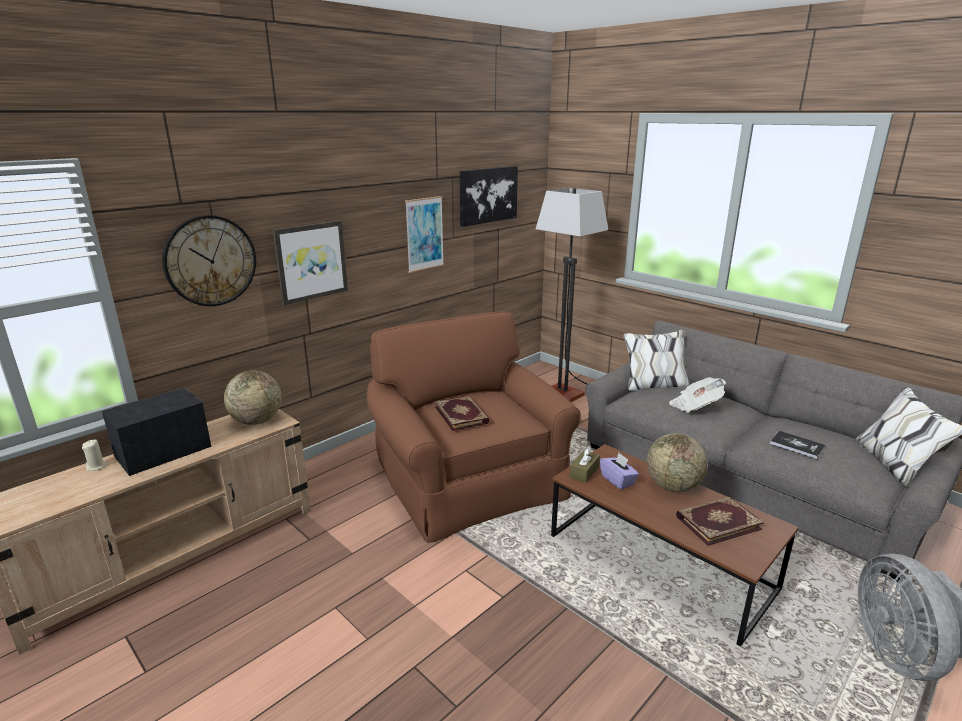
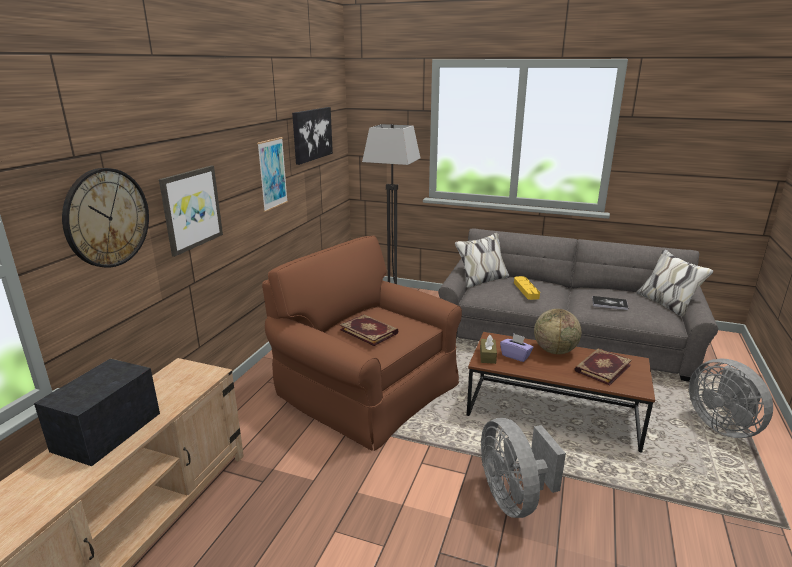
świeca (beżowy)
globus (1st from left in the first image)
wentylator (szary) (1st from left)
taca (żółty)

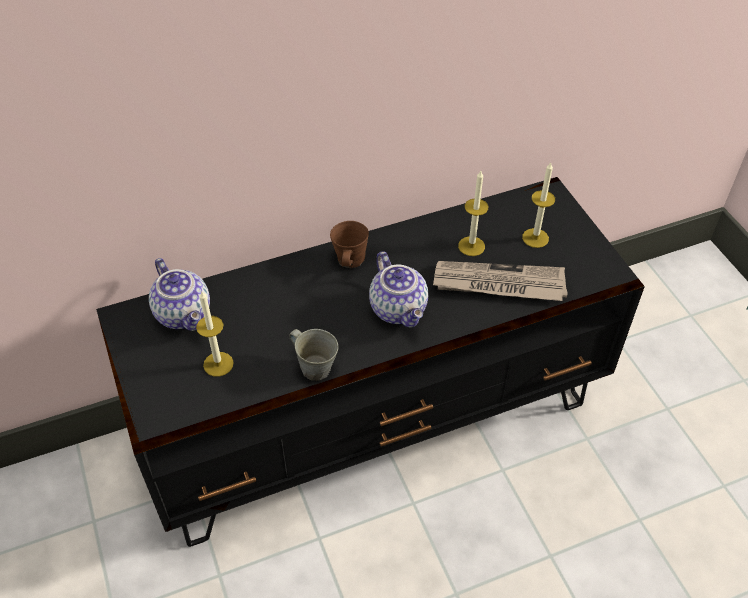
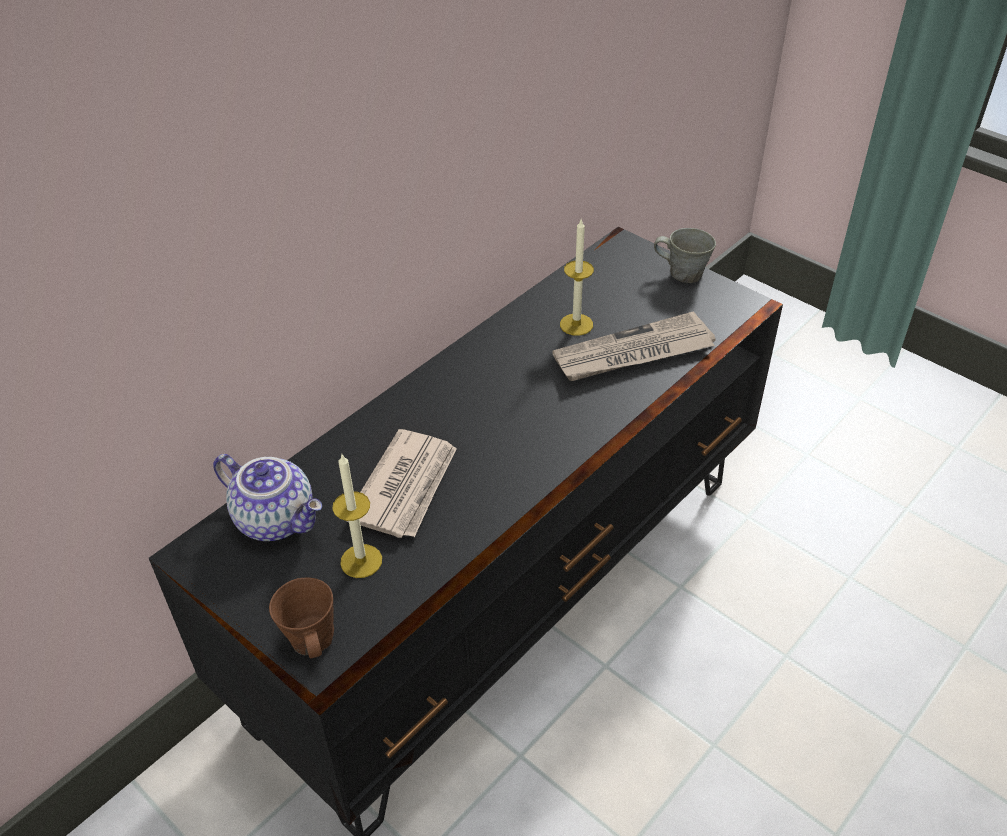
imbryk (2nd from left in the first image)
świeca (3rd from left in the first image)
gazeta (1st from left)
kubek (szary)
kubek (brązowy)

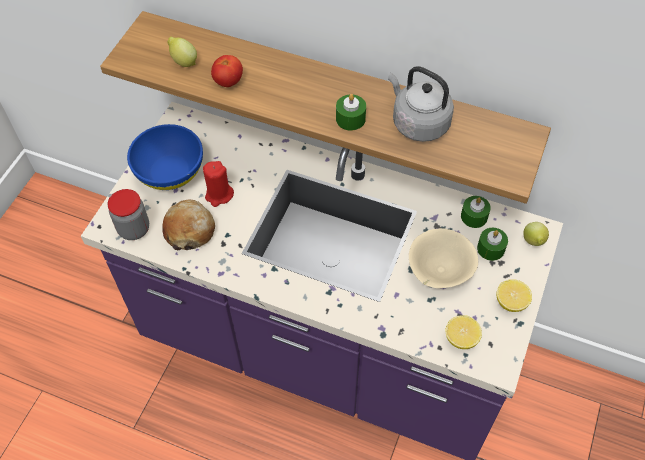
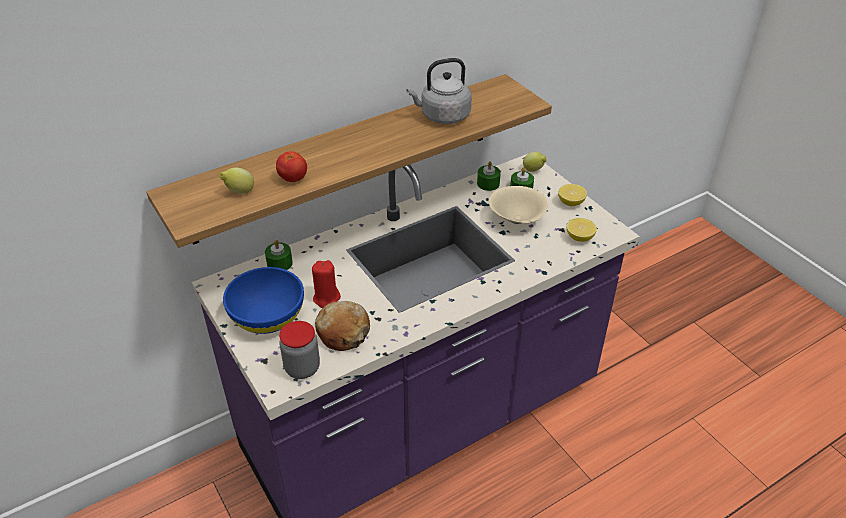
świeca (zielony) (1st from left)

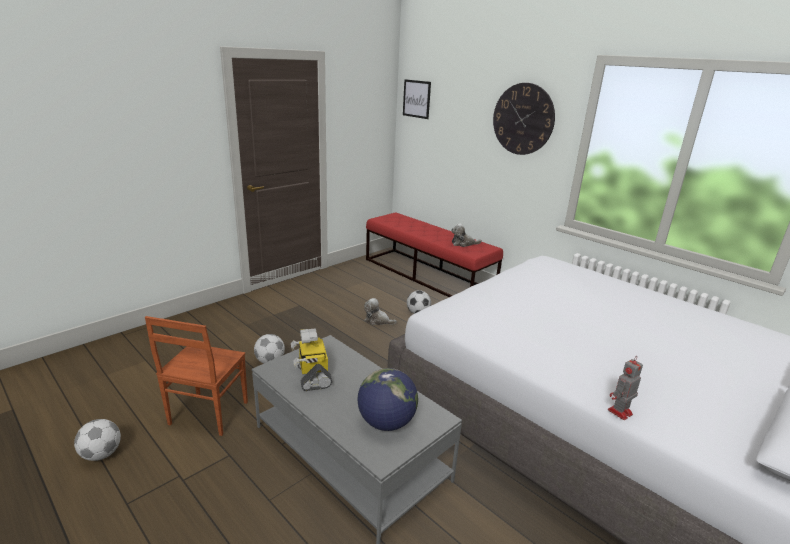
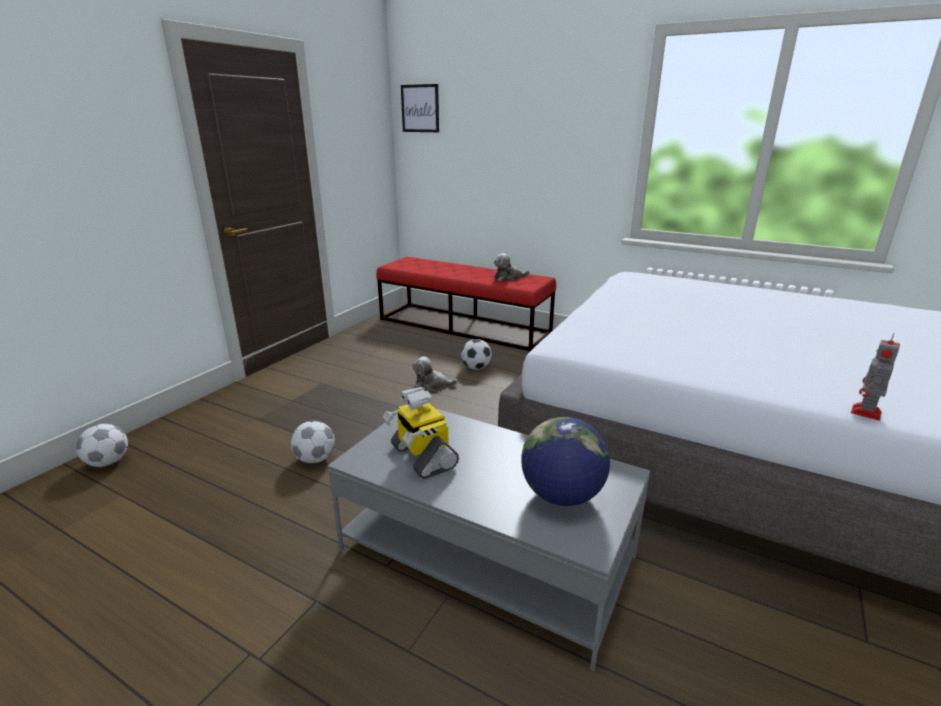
krzesło (brązowy)
zegar ścienny
piłka futbolowa (1st from left)

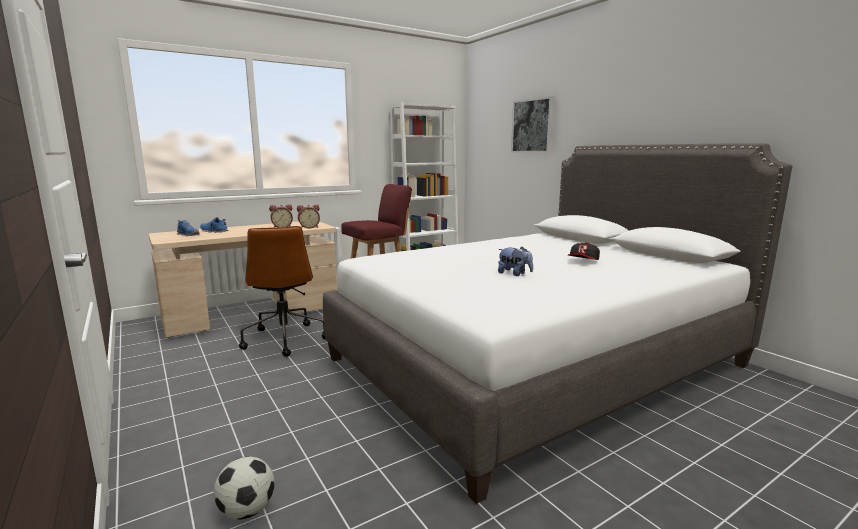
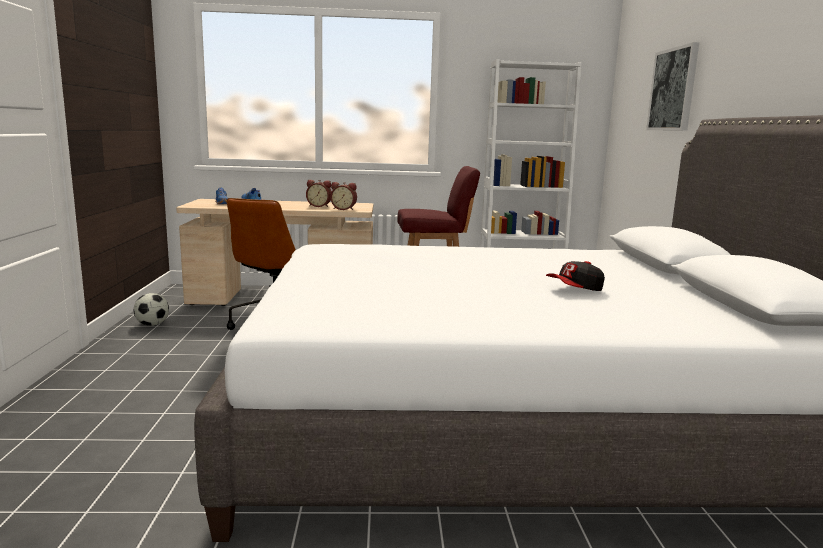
pluszak
piłka futbolowa

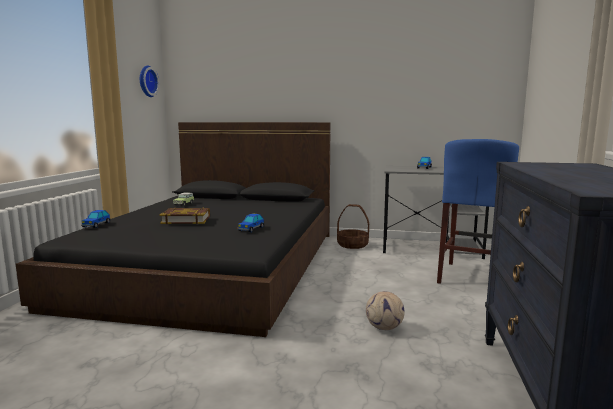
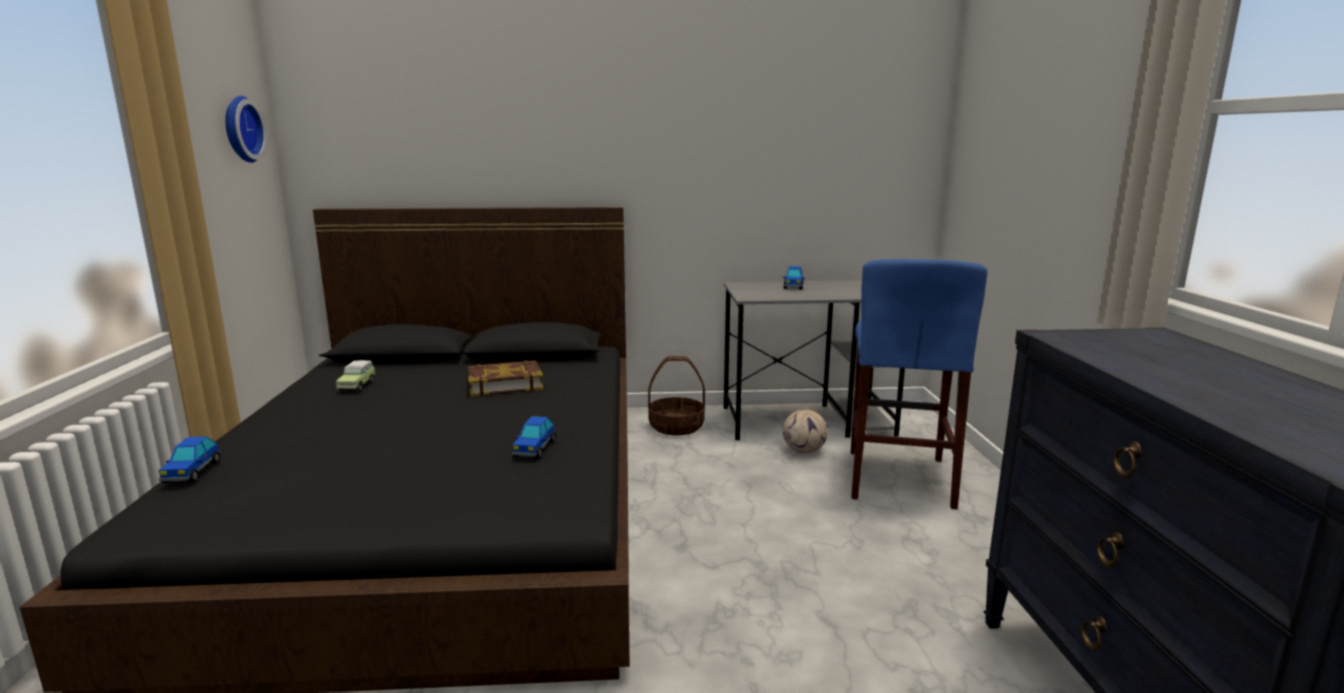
książka
piłka futbolowa

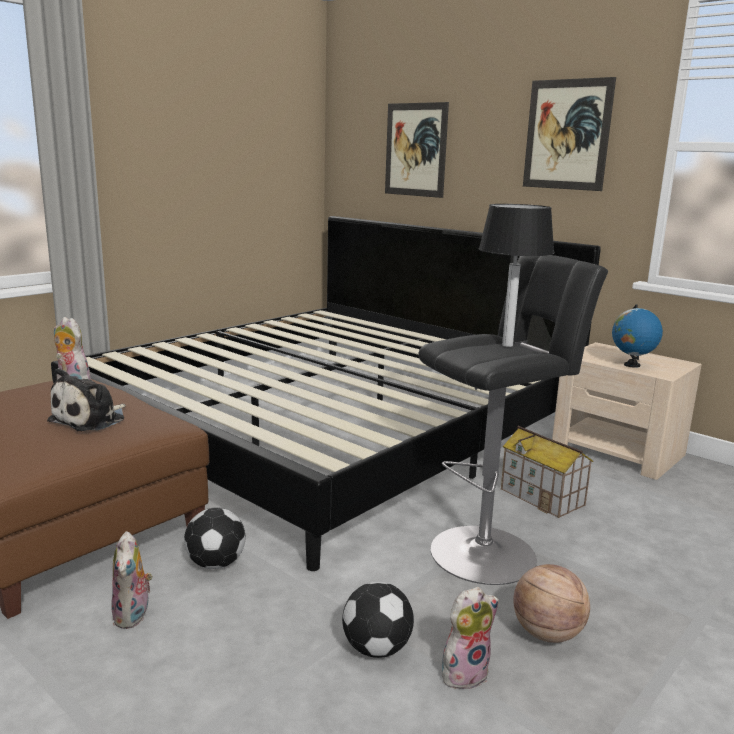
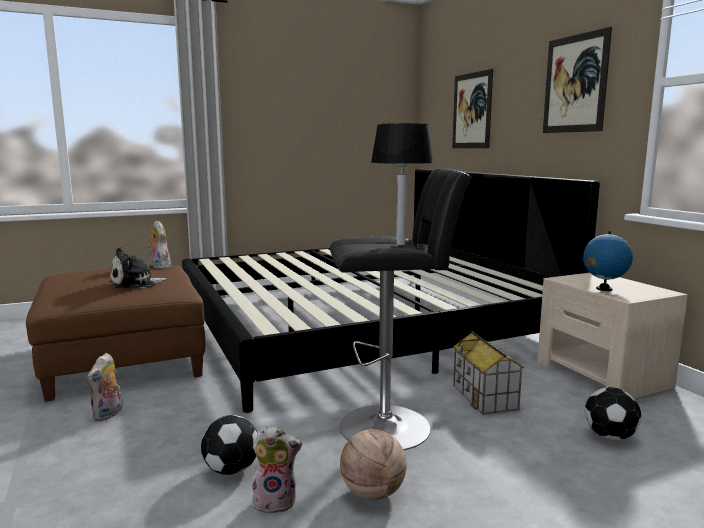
piłka futbolowa (2nd from left)

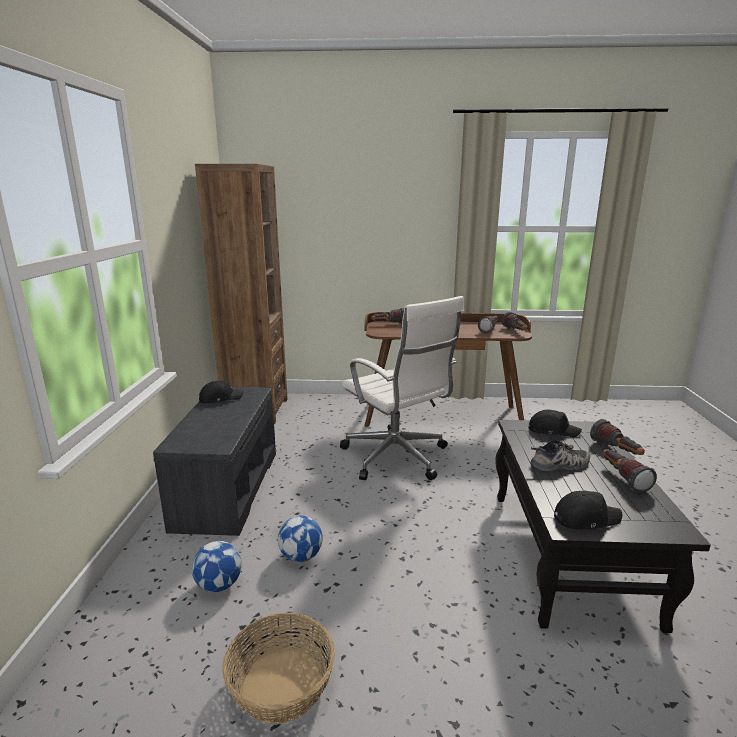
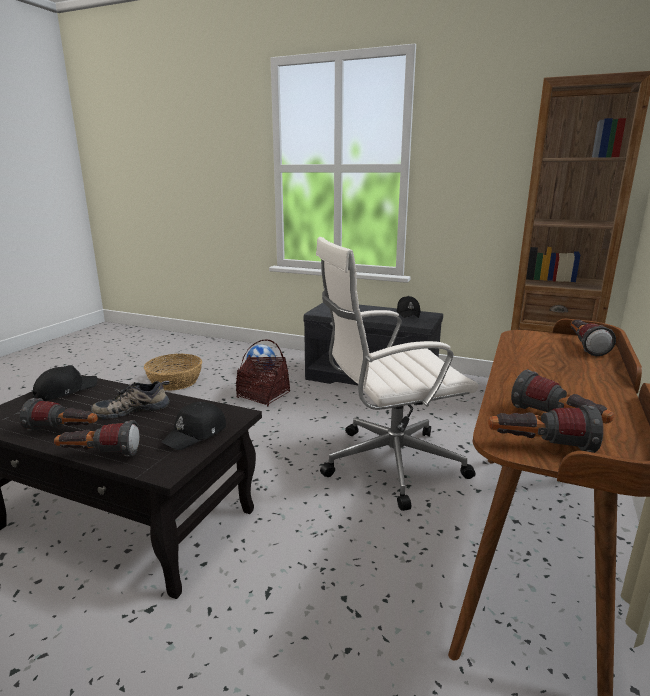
koszyk (2nd from left)
but
czapka z daszkiem (czarny) (1st from left)

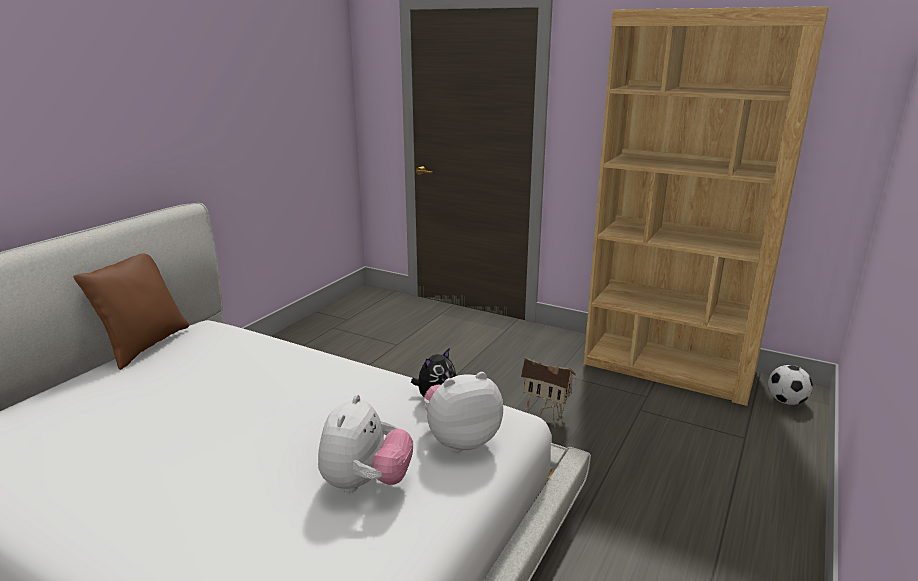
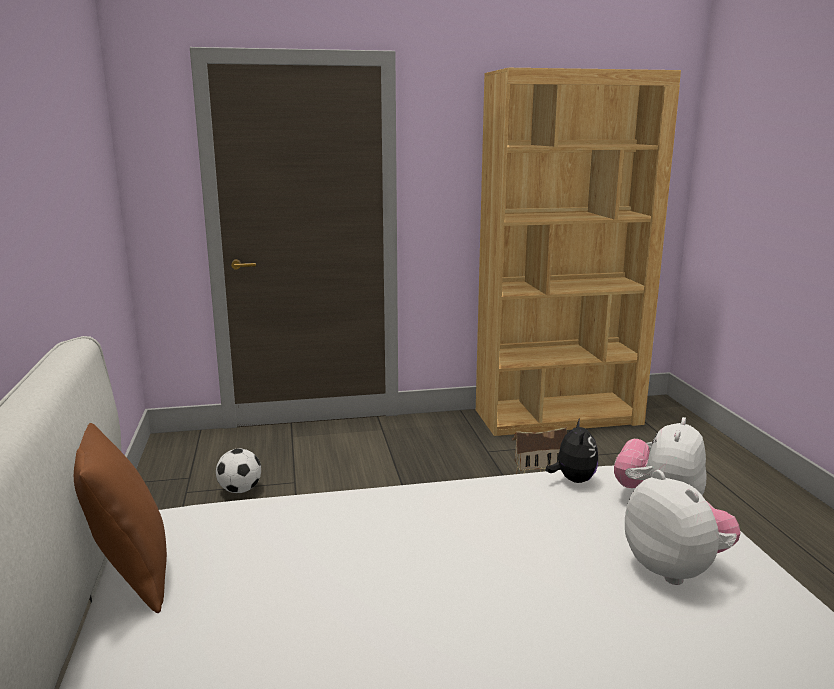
piłka futbolowa

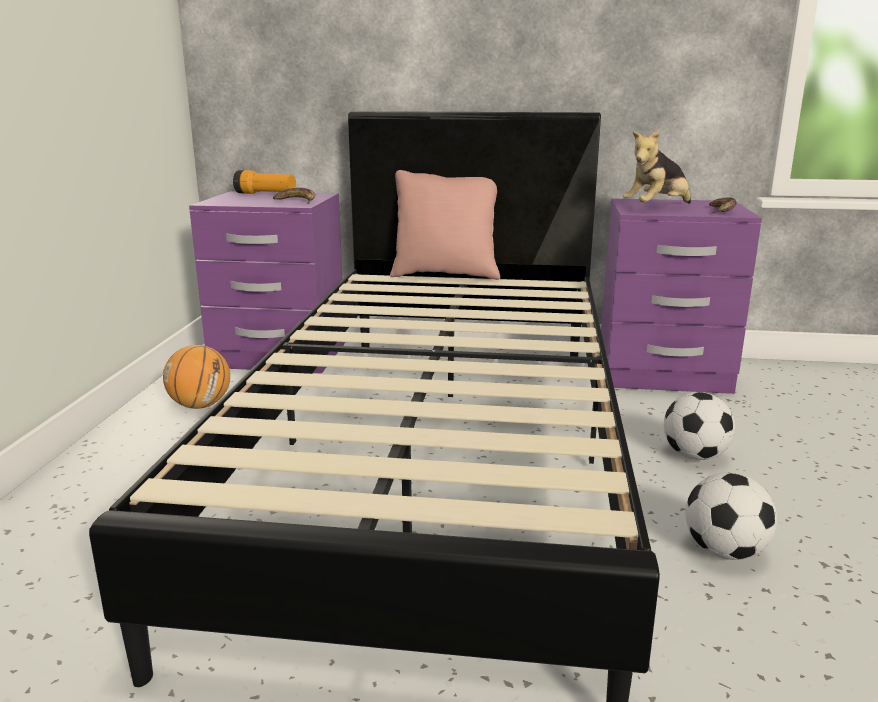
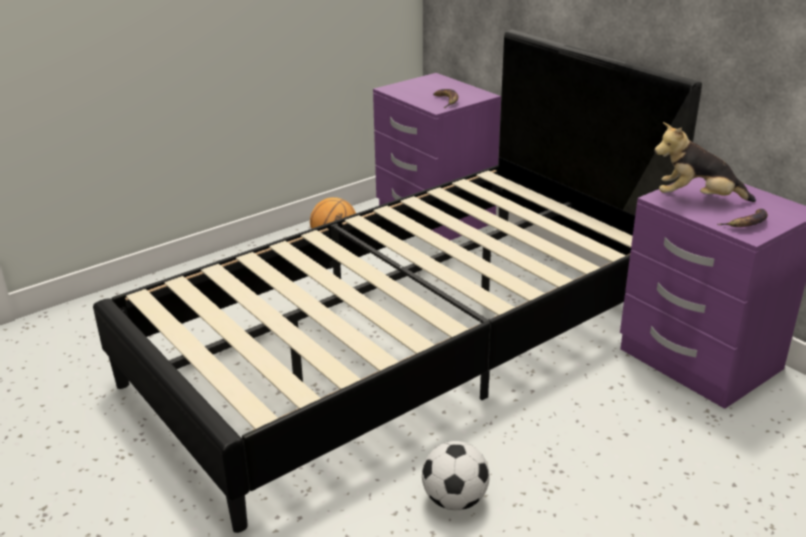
latarka
poduszka (różowy)
piłka futbolowa (1st from left in the first image)

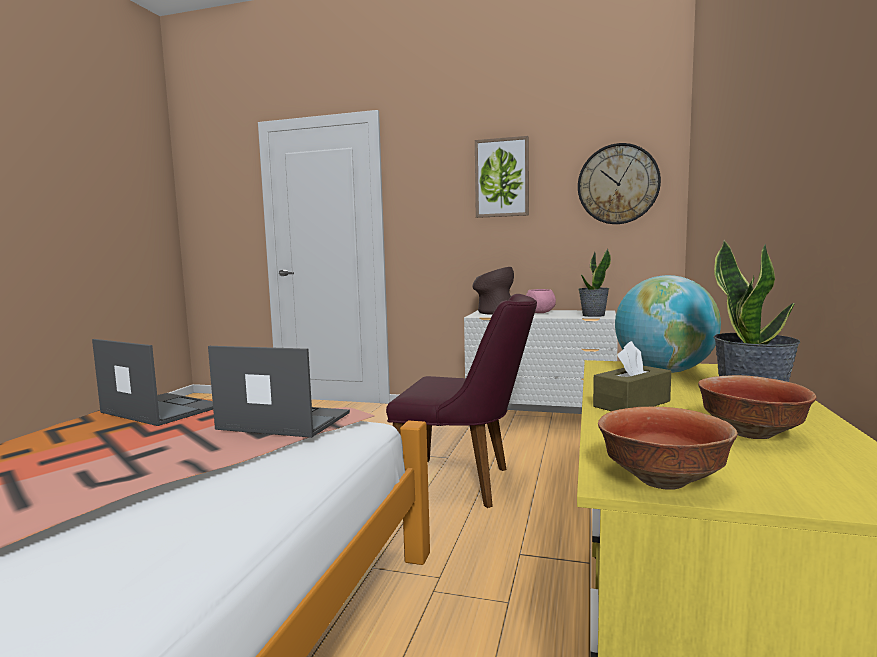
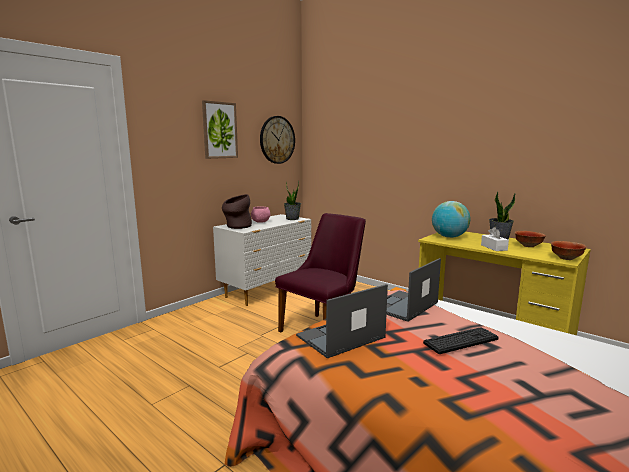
klawiatura
pudełko chusteczek (biały)

